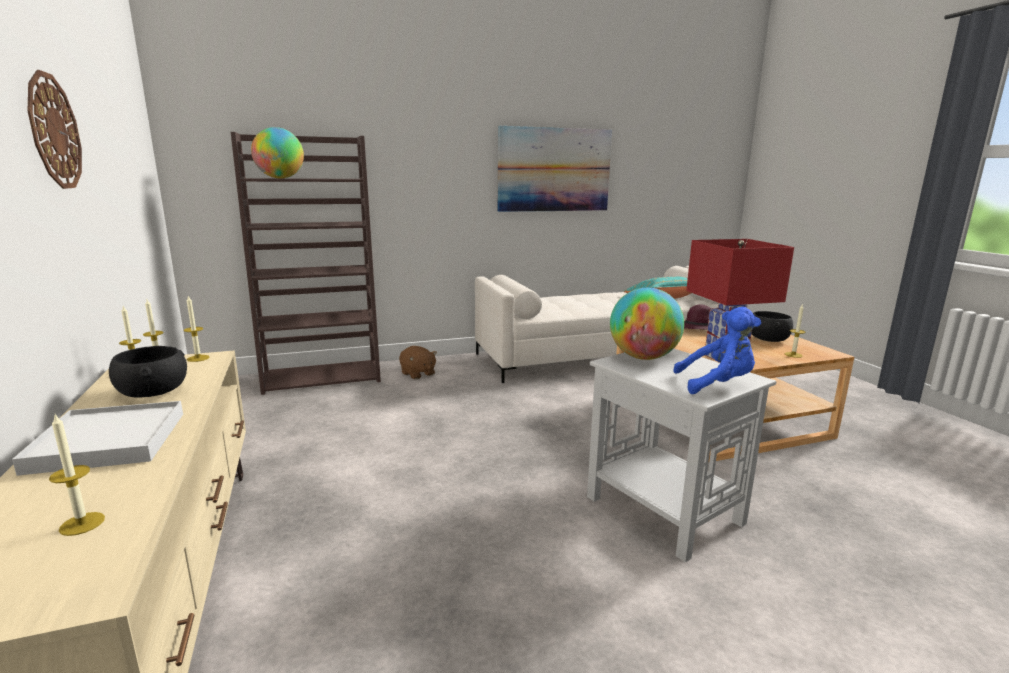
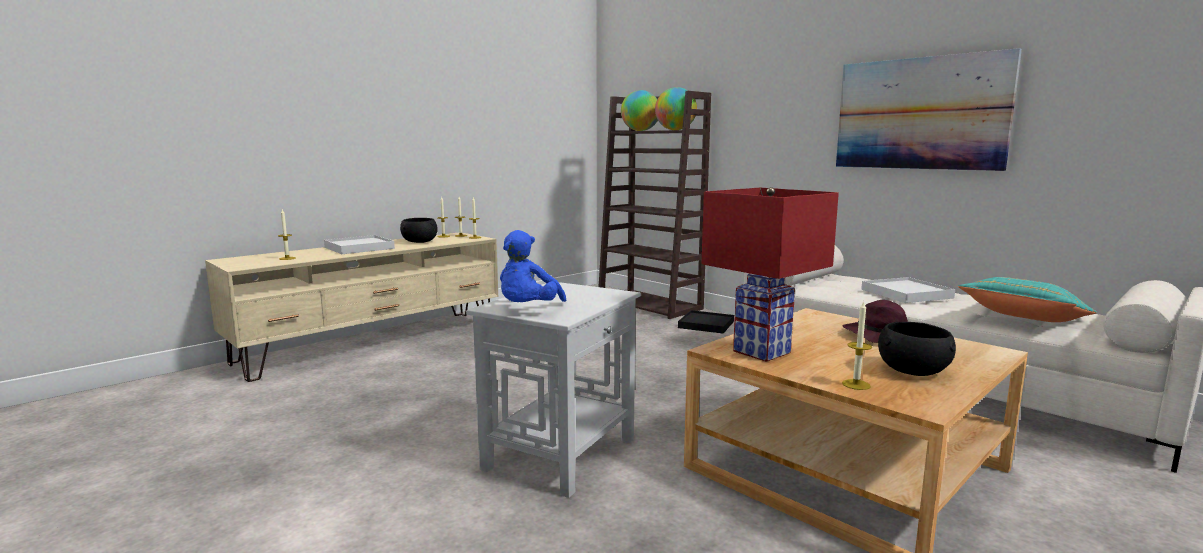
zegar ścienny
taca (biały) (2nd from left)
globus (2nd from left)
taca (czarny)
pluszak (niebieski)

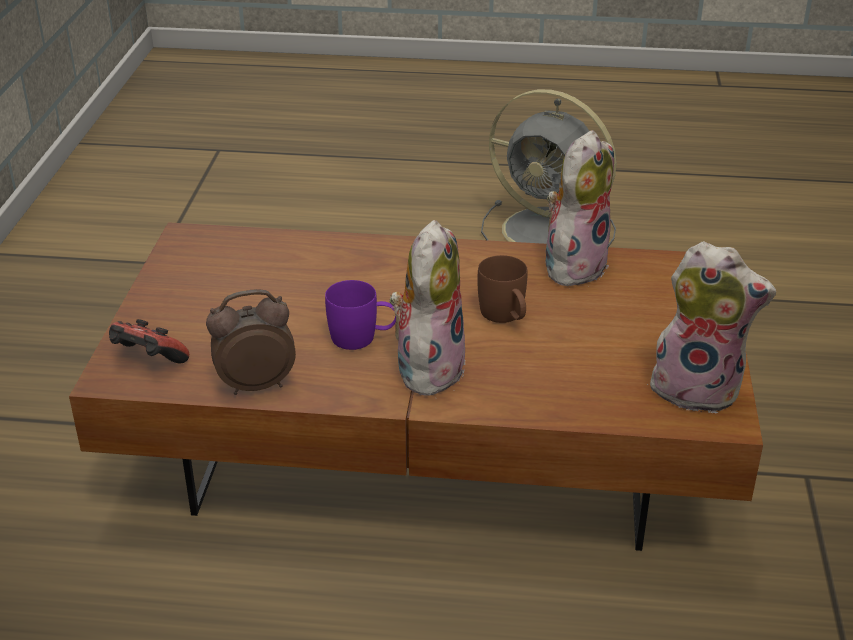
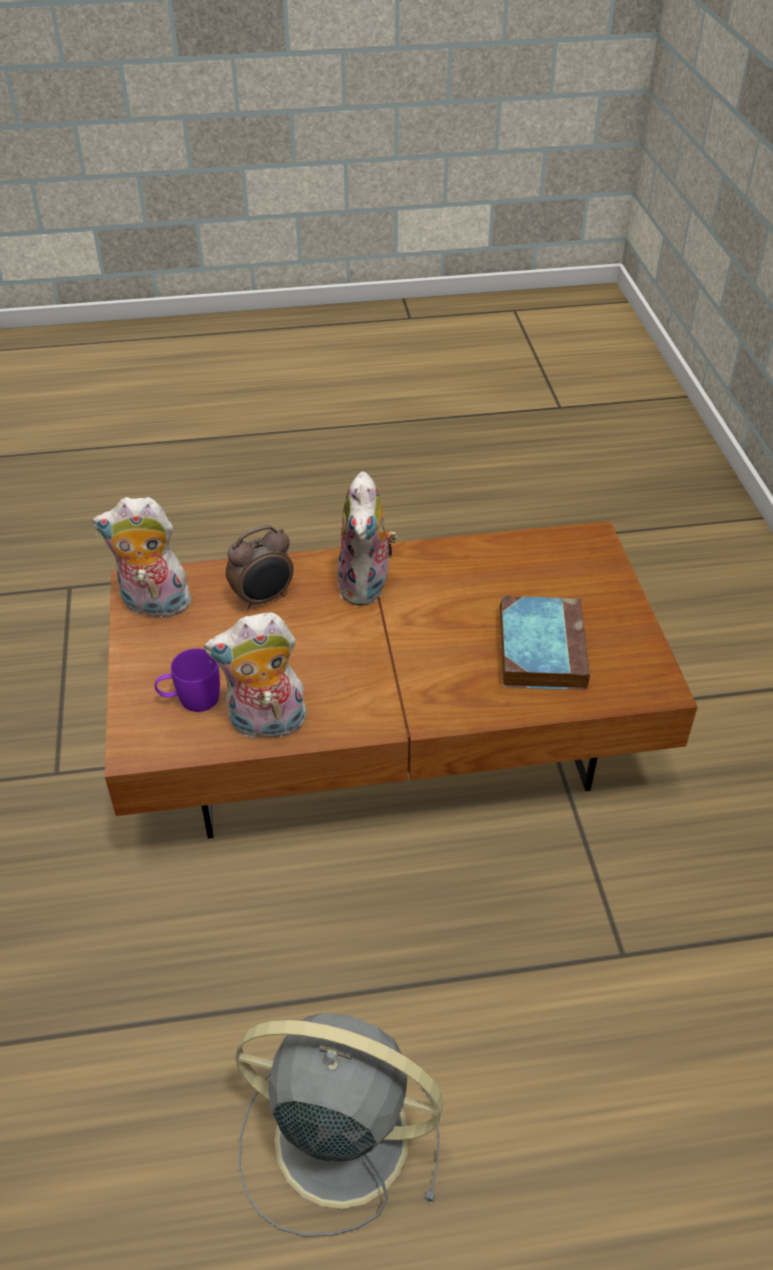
pad do gier
kubek (brązowy)
książka
budzik
kubek (fioletowy)
pluszak (2nd from left)

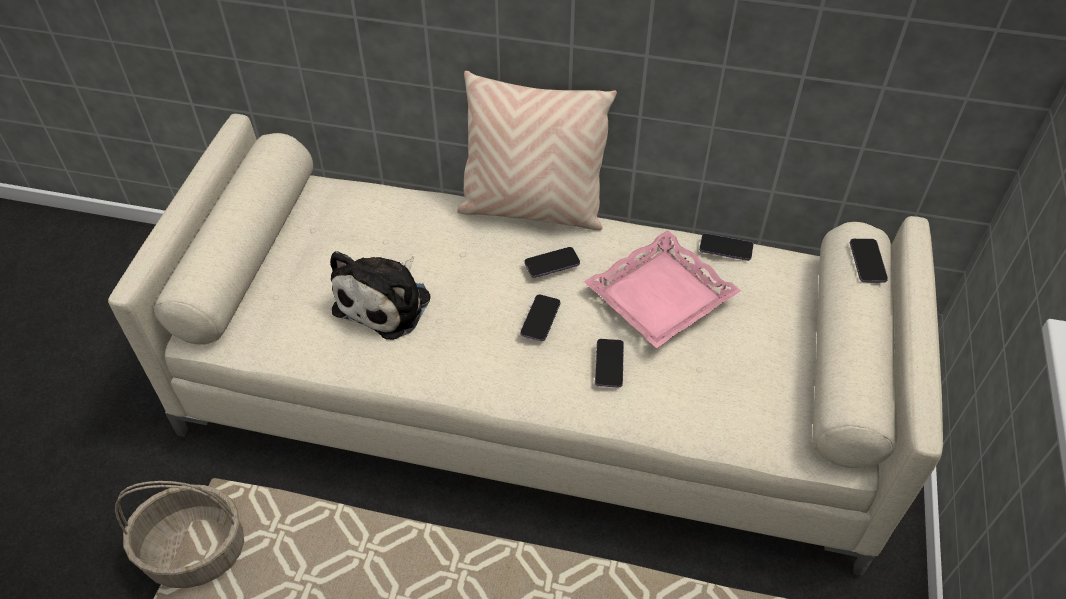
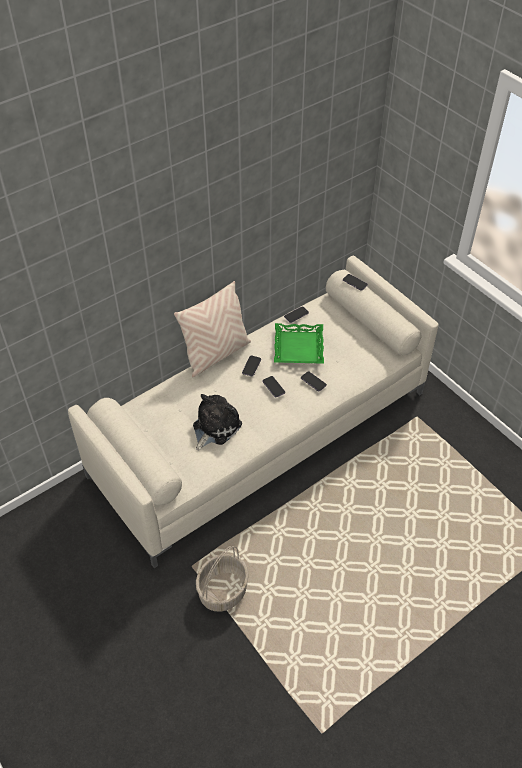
taca (zielony)
pluszak

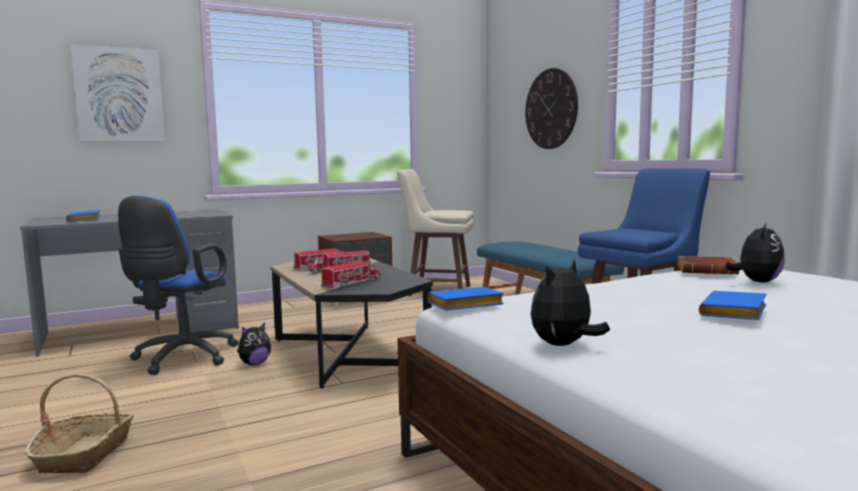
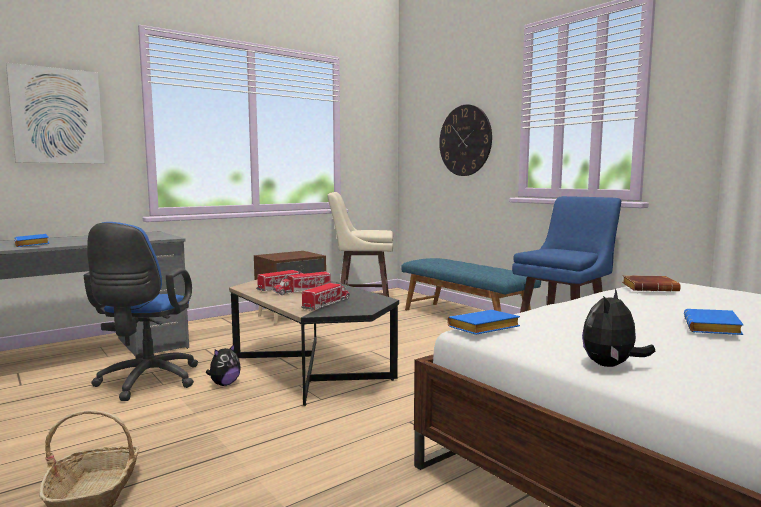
pluszak (3rd from left in the first image)

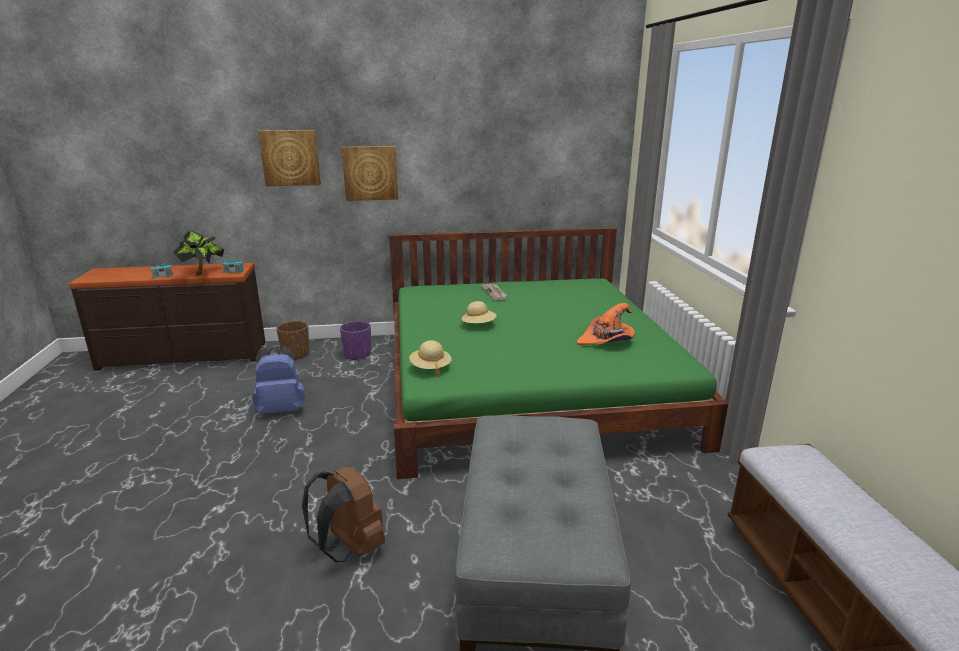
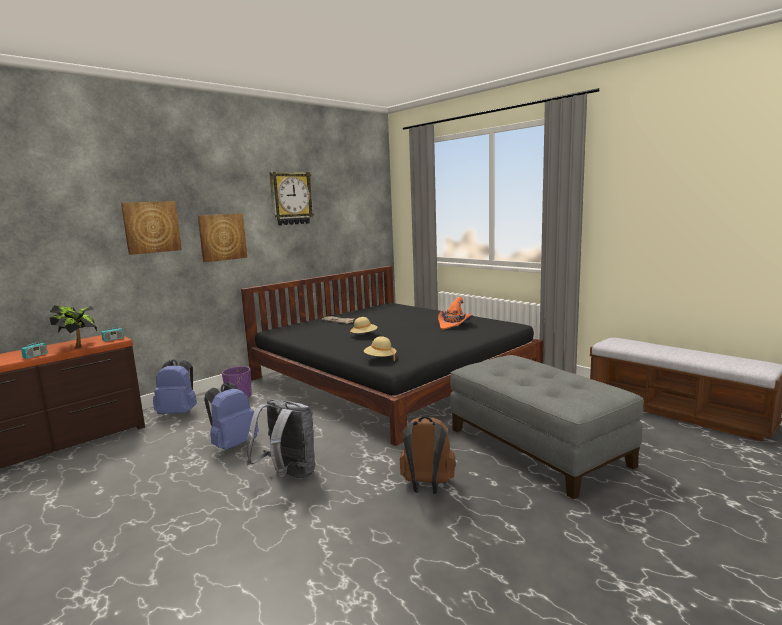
plecak (szary)
zegar ścienny
plecak (niebieski) (1st from left)
łóżko (czarny)

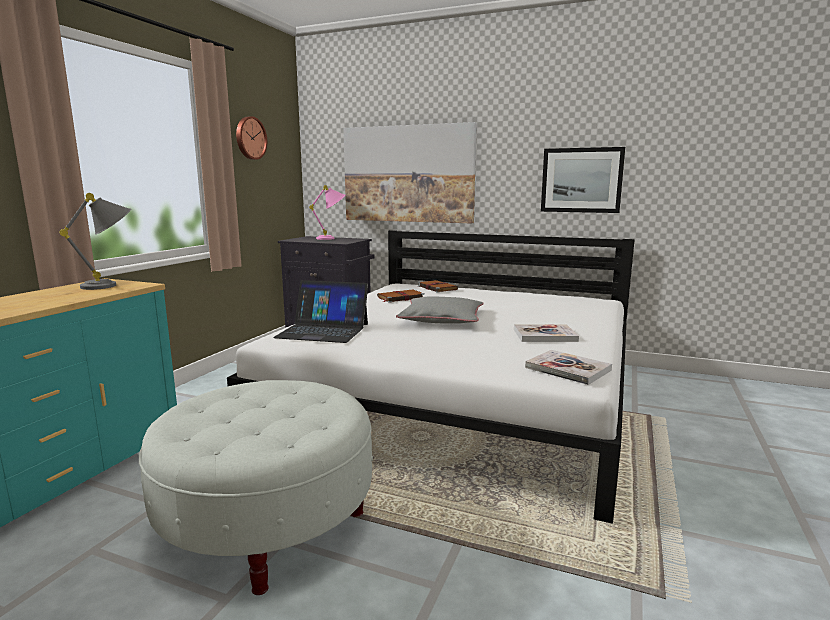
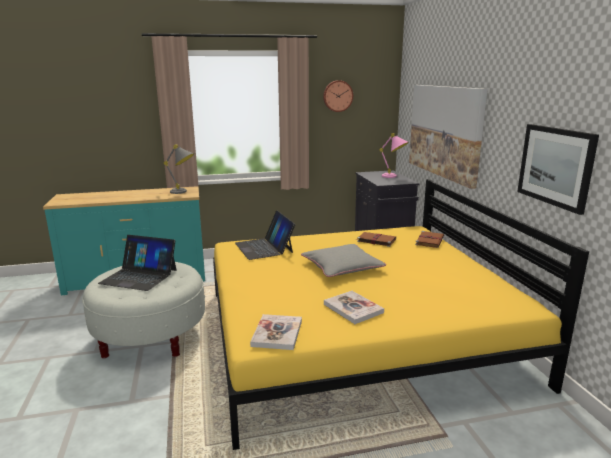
laptop (1st from left)
łóżko (żółty)

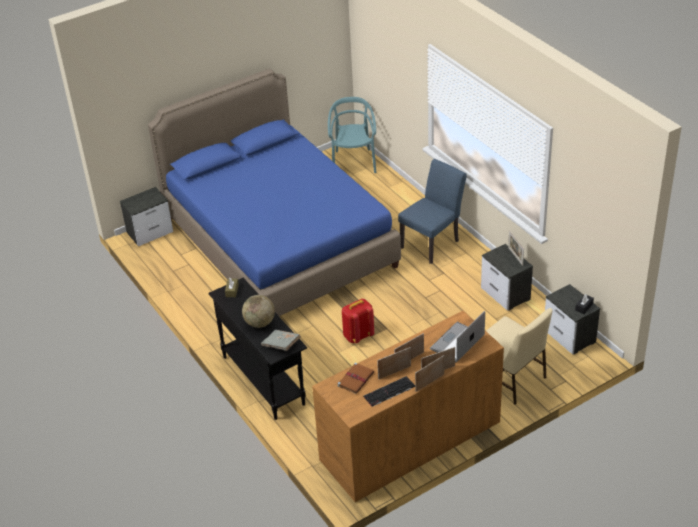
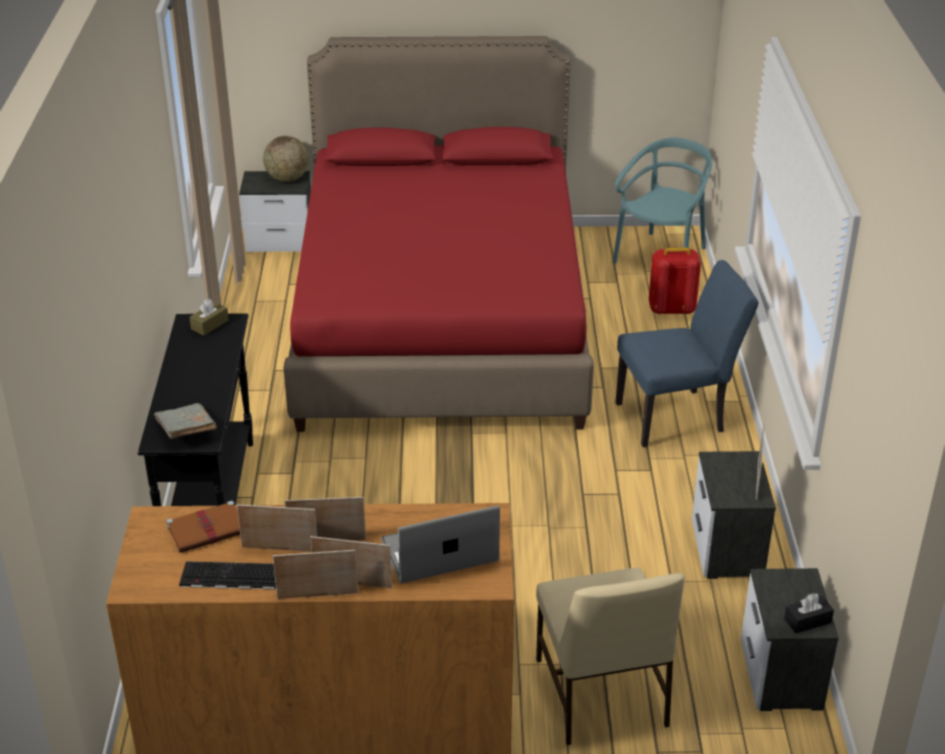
globus
plecak (czerwony)
łóżko (czerwony)

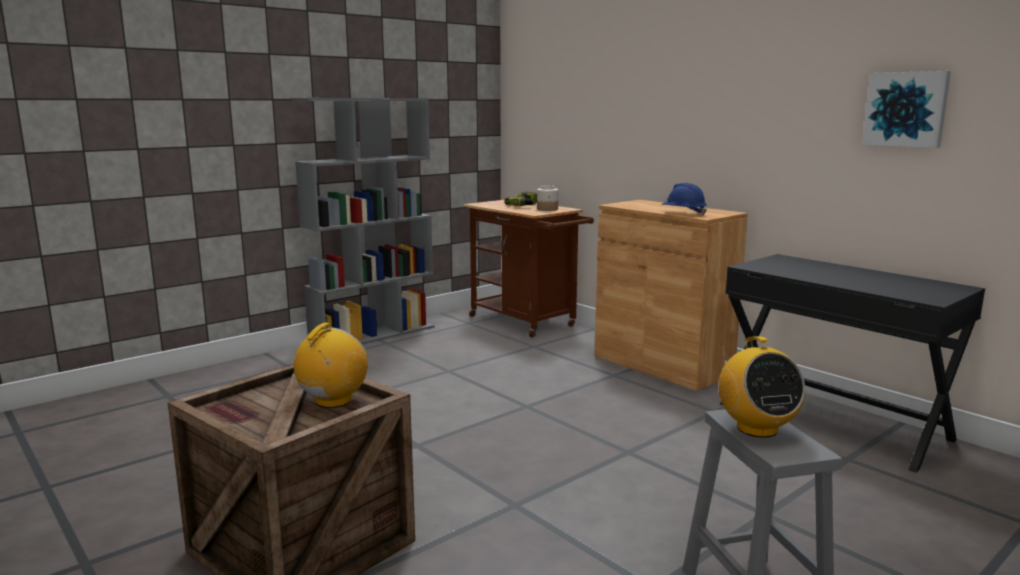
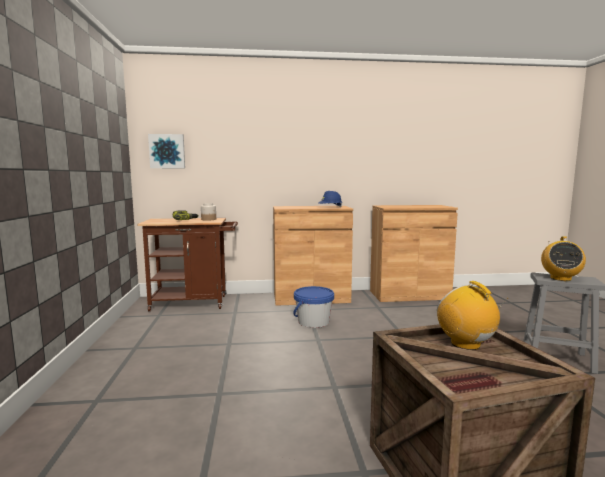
regał (szary)
wiadro (niebieski)
obraz
szafka (brązowy) (2nd from left)
radio (2nd from left)

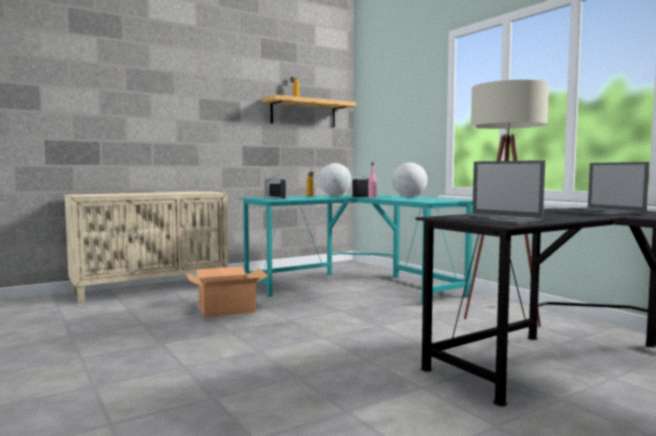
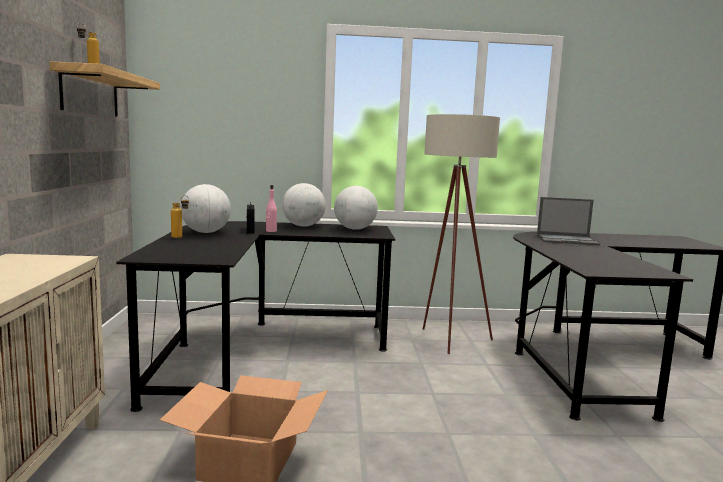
radio (1st from left in the first image)
laptop (1st from left in the first image)
globus (3rd from left)
biurko (czarny) (1st from left)

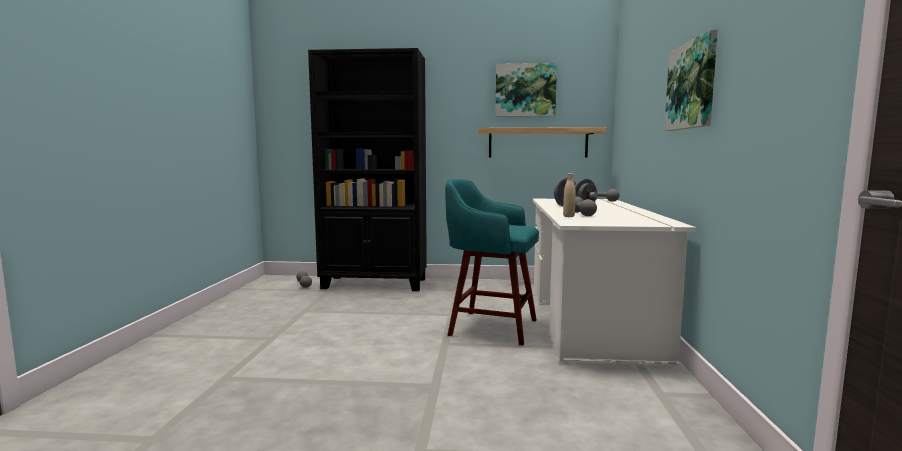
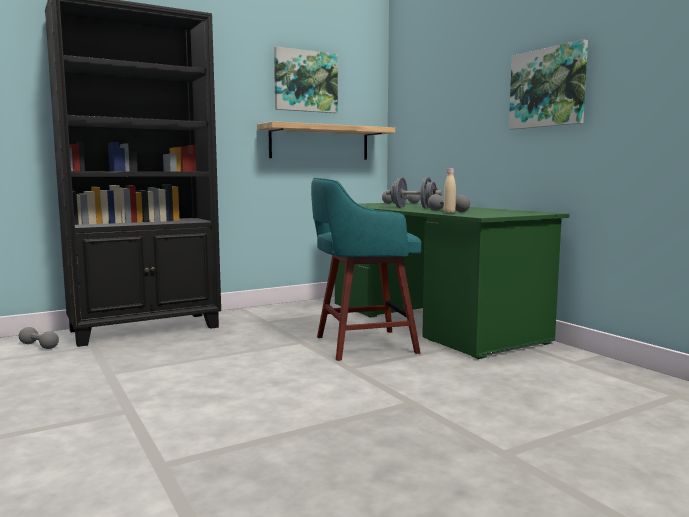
biurko (zielony)

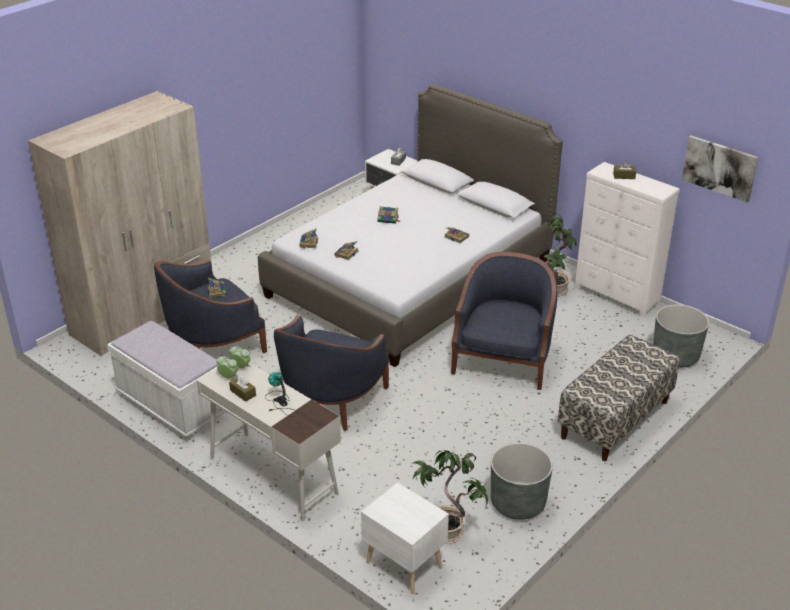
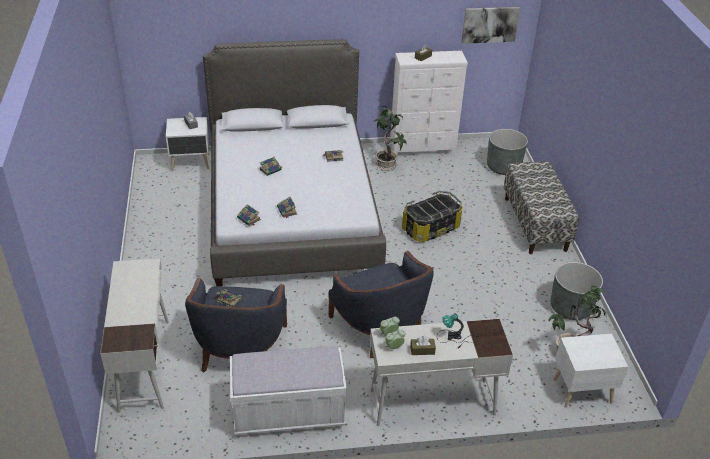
biurko (biały) (1st from left)
pojemnik do przechowywania

